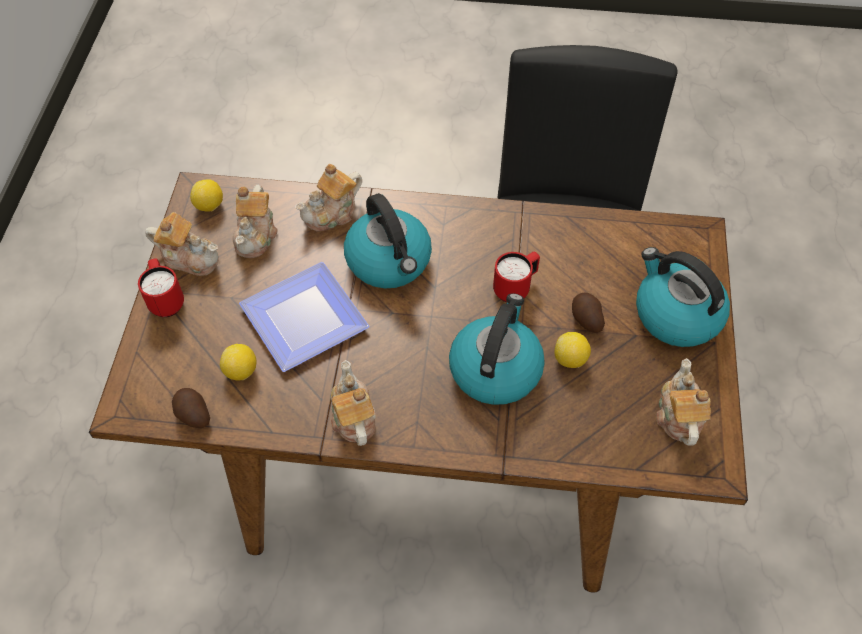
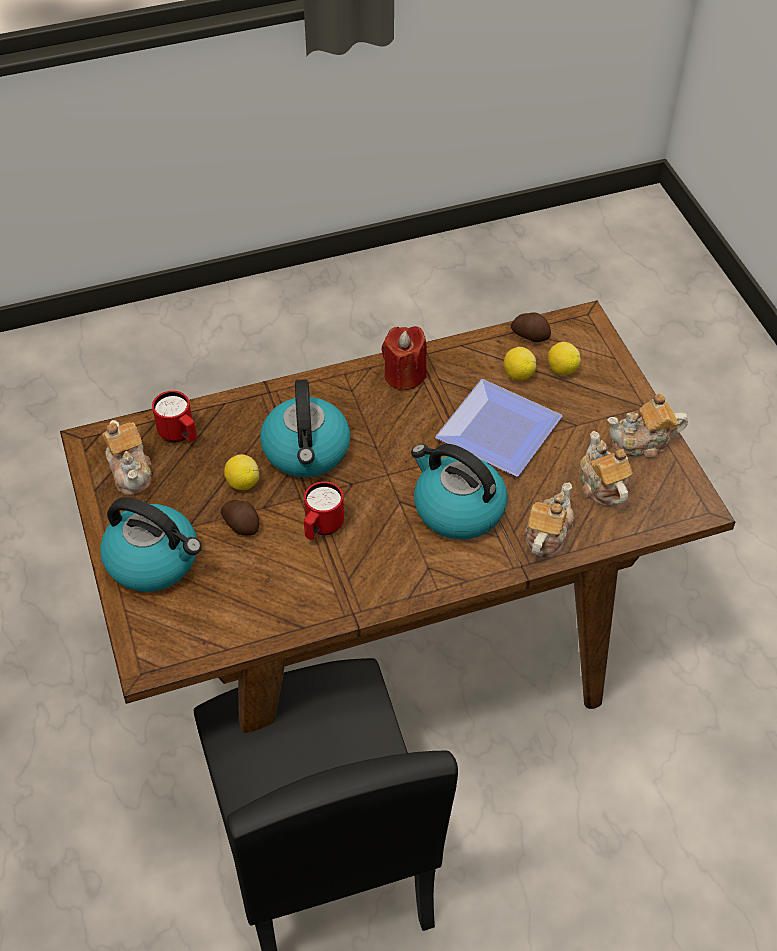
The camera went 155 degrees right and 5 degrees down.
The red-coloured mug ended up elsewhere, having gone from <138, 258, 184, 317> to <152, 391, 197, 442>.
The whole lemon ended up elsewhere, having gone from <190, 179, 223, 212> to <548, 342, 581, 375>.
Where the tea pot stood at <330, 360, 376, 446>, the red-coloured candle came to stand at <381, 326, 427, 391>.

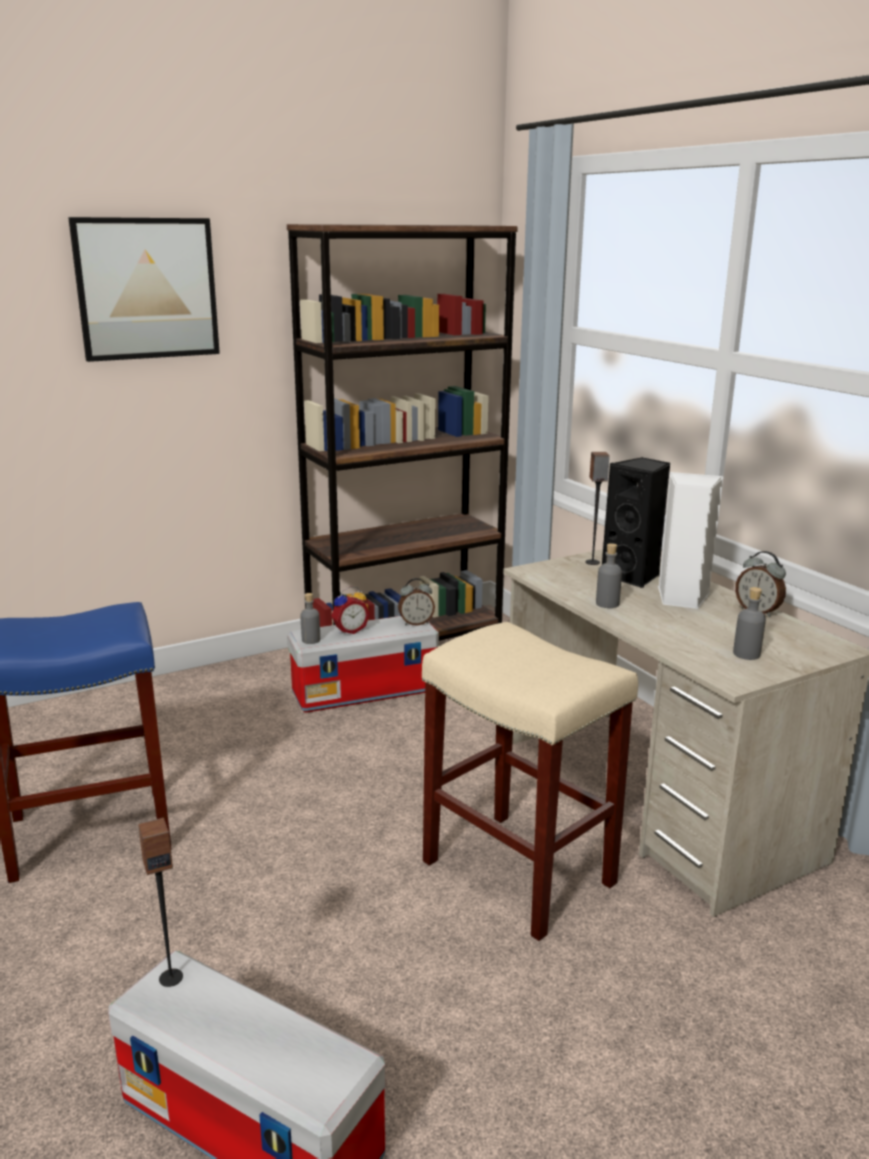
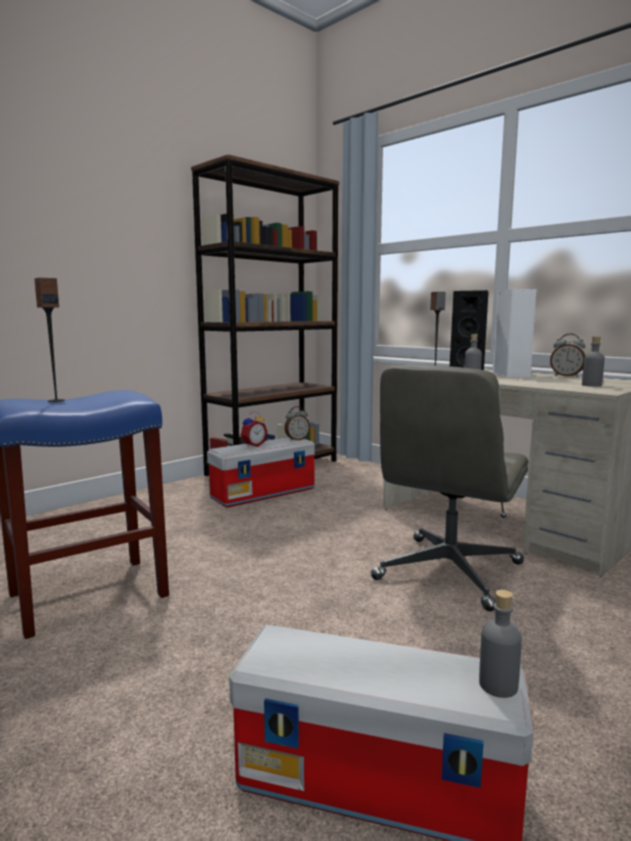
The camera went 15 degrees left and 10 degrees down.
The second view lost the wall picture at <68, 217, 220, 362>.
The audio speaker ended up elsewhere, having gone from <138, 818, 183, 987> to <34, 278, 65, 402>.
The greyish drink bottle ended up elsewhere, having gone from <300, 593, 320, 644> to <479, 590, 522, 698>.
Where the beige stool stood at <422, 622, 638, 941>, the greyish office chair came to stand at <371, 364, 528, 611>.

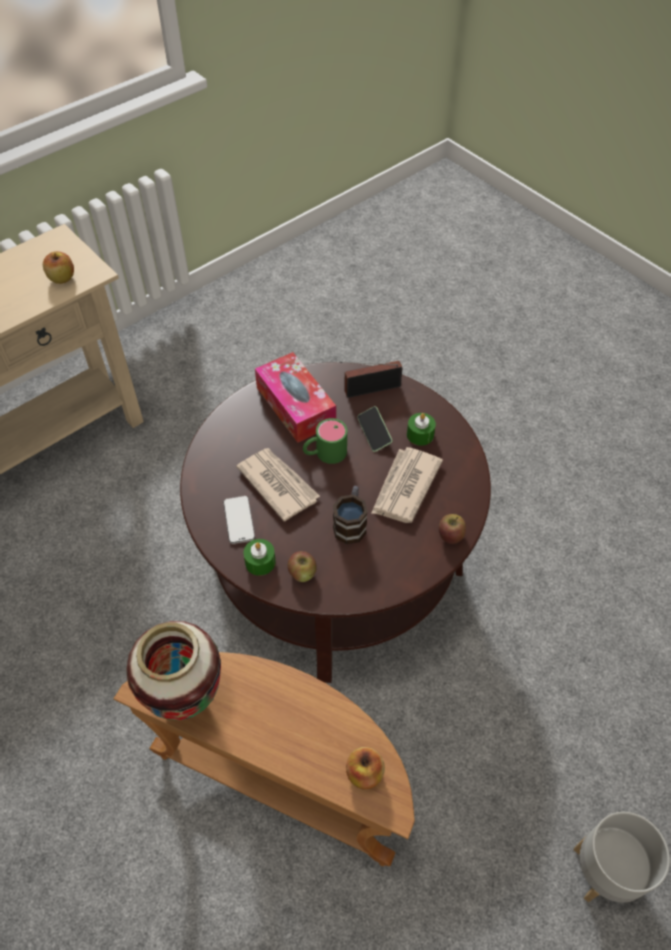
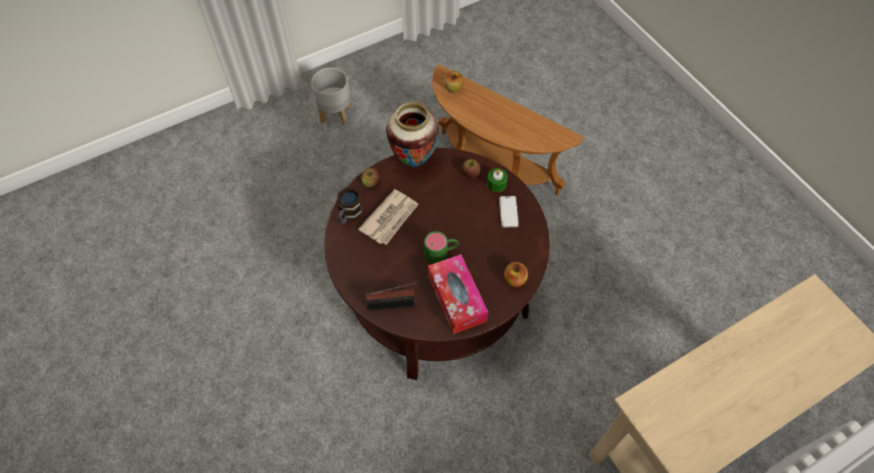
The camera went 170 degrees left and 5 degrees up.
The apple fruit ended up elsewhere, having gone from <43, 251, 74, 284> to <504, 262, 528, 287>.
The decorative vase ended up elsewhere, having gone from <126, 621, 221, 720> to <386, 102, 439, 167>.
The second view lost the printed paper at <236, 448, 320, 521>.
The mug ended up elsewhere, having gone from <333, 486, 368, 544> to <337, 188, 363, 225>.
The second view lost the telephone at <357, 406, 392, 452>.
The second view lost the green candle at <407, 413, 436, 446>.

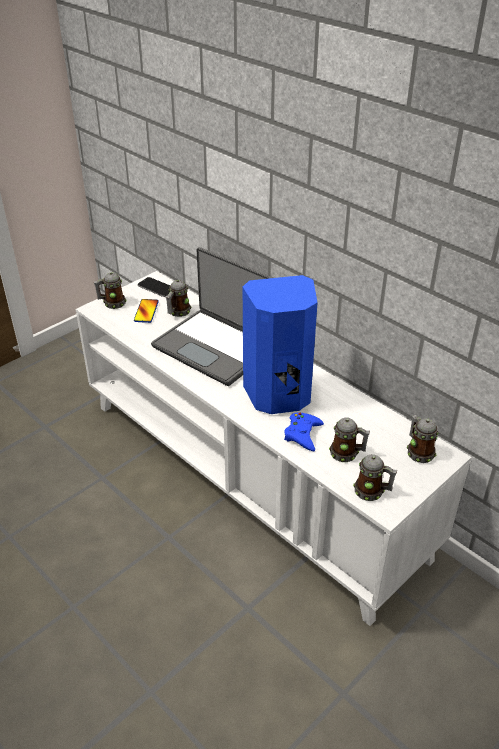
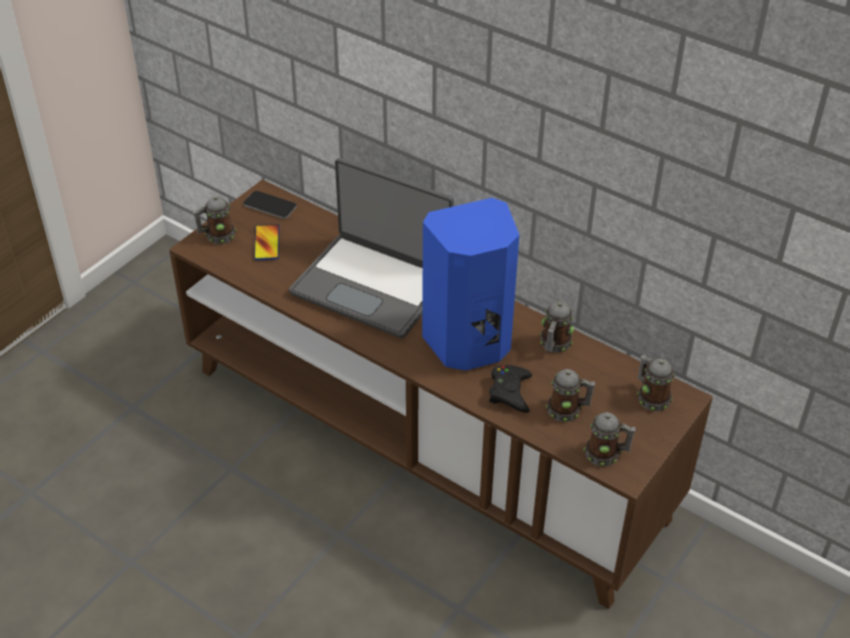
The camera went 10 degrees left and 5 degrees up.
What was the white tv unit at <75, 271, 472, 626> turned into the brown-coloured tv unit at <169, 179, 713, 609>.
The mug ended up elsewhere, having gone from <166, 280, 192, 317> to <540, 301, 574, 353>.
What was the blue-coloured gamepad at <284, 413, 324, 451> turned into the black-coloured gamepad at <489, 365, 532, 413>.

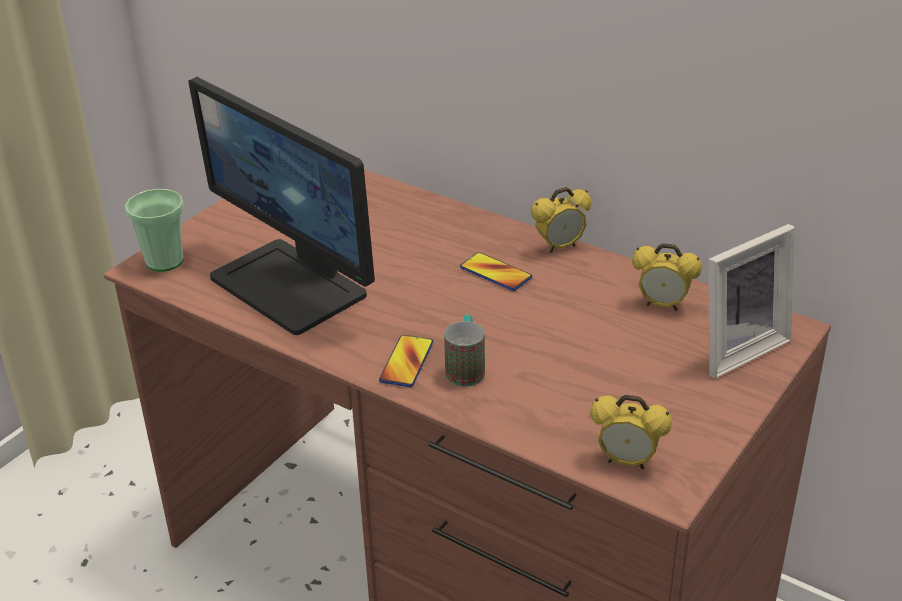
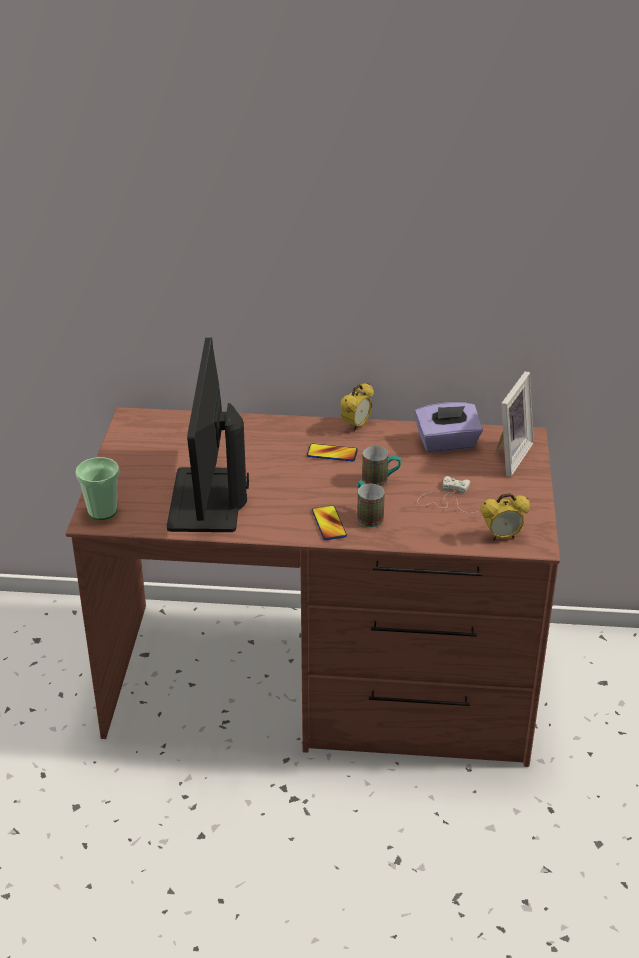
The camera went 30 degrees left and 0 degrees up.
The computer screen at <188, 77, 375, 335> ended up facing another way, 75 degrees clockwise from before.
Where the table clock stood at <632, 243, 702, 311>, the purple-coloured tissue holder came to stand at <415, 402, 483, 453>.
The second view gained the mug at <362, 446, 401, 487>.
The second view gained the white gamepad at <417, 476, 479, 513>.

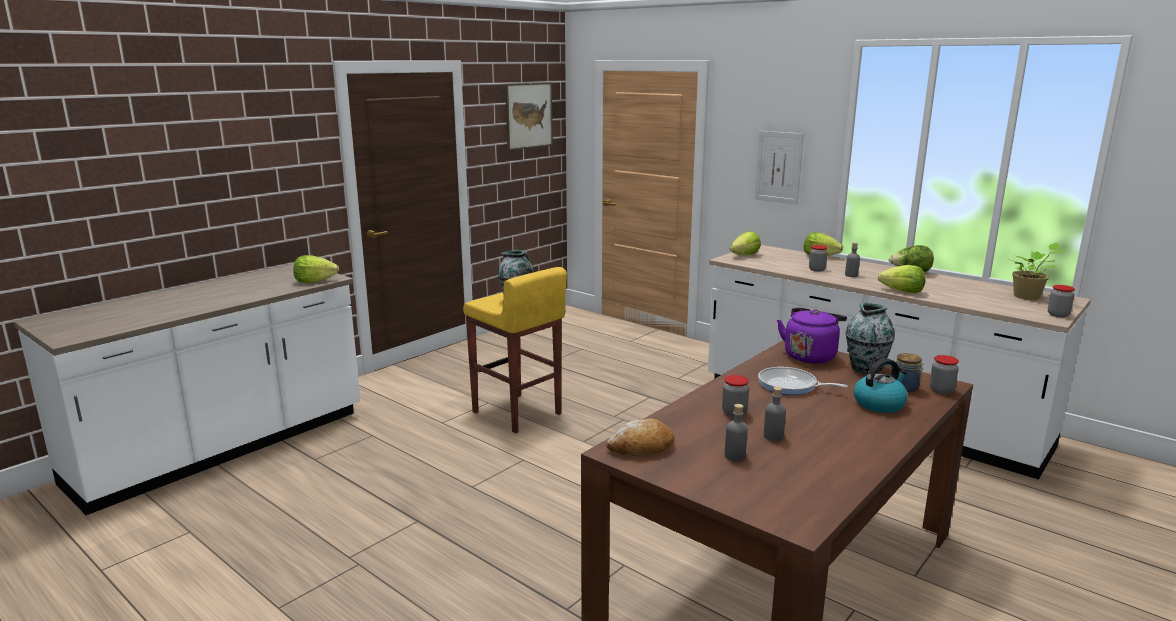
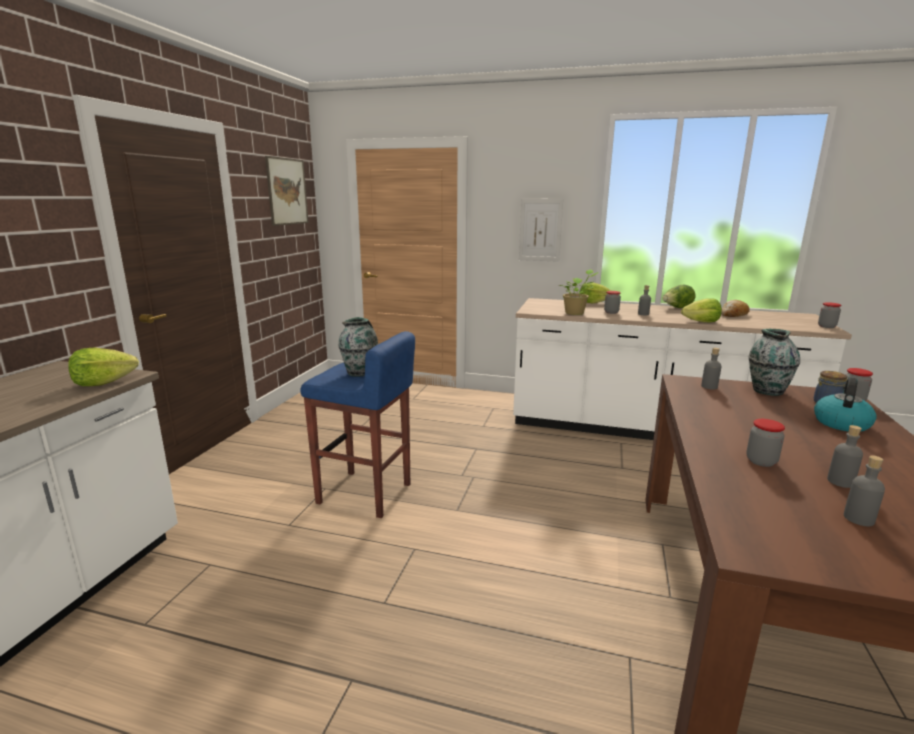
The camera went 25 degrees left and 0 degrees up.
What was the yellowish stool at <463, 267, 567, 433> turned into the blue-coloured stool at <300, 331, 415, 518>.
The bread ended up elsewhere, having gone from <606, 419, 675, 456> to <721, 300, 749, 317>.
The second view lost the lettuce head at <730, 231, 761, 255>.
The second view lost the pan at <758, 367, 848, 395>.
Where the purple-coloured kettle stood at <777, 308, 847, 364>, the greyish drink bottle came to stand at <701, 348, 722, 390>.
The houseplant ended up elsewhere, having gone from <1007, 243, 1065, 300> to <559, 269, 599, 315>.

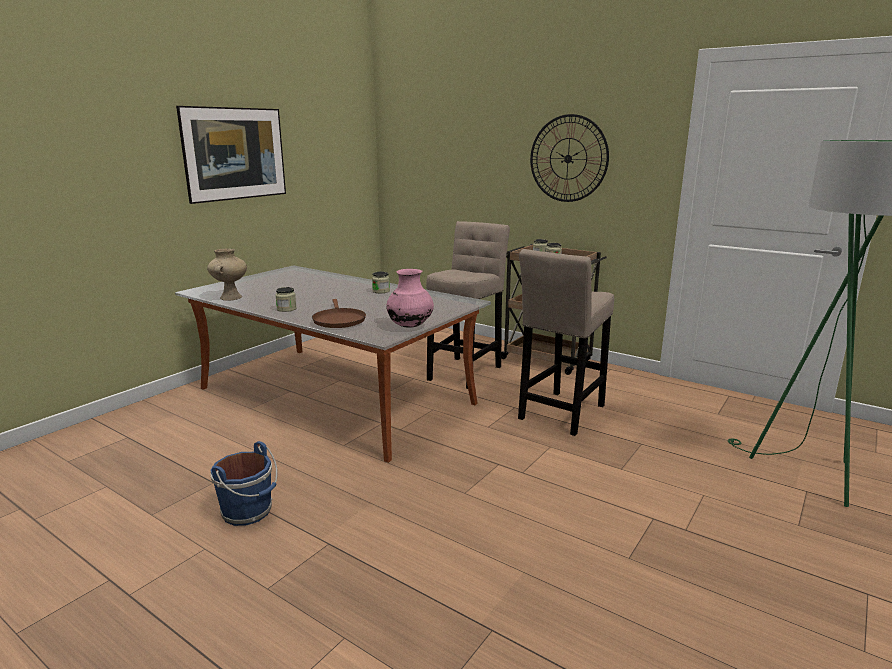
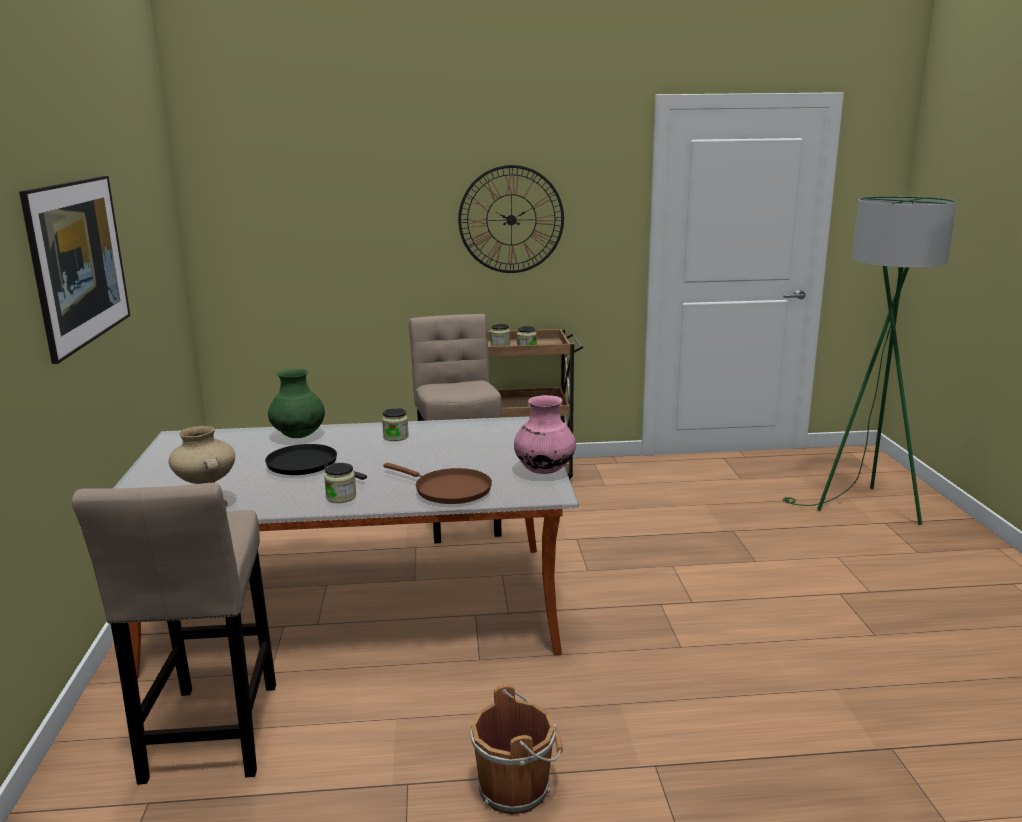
The camera went 40 degrees left and 0 degrees up.
What was the blue-coloured pail at <210, 441, 277, 526> turned into the brown-coloured pail at <470, 684, 563, 815>.
The beige stool ended up elsewhere, having gone from <518, 249, 614, 436> to <72, 483, 276, 785>.
The second view gained the black-coloured pan at <265, 444, 367, 480>.
The second view gained the green decorative vase at <268, 369, 325, 438>.

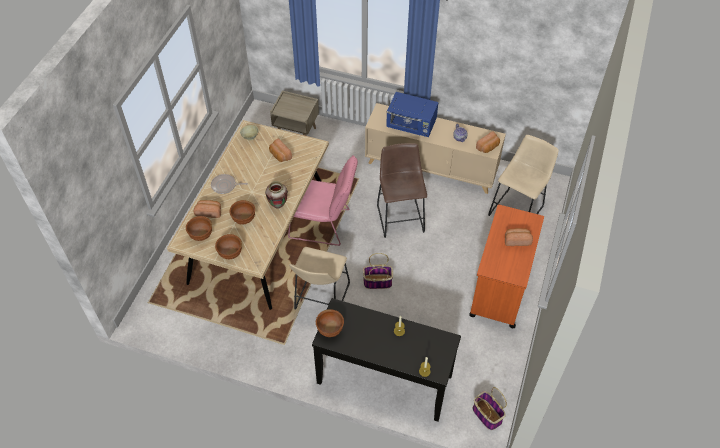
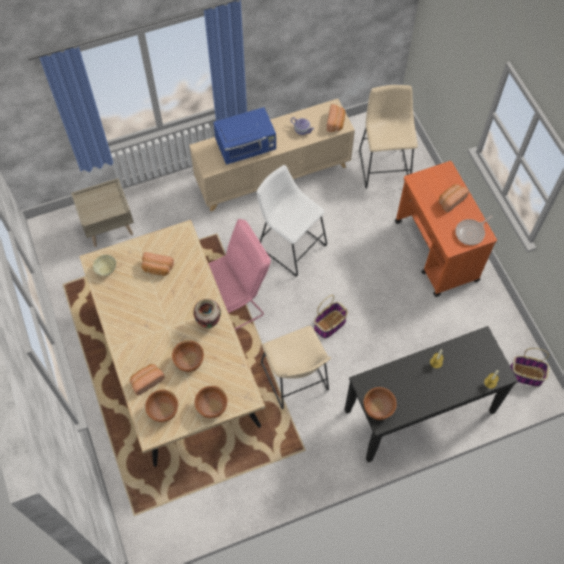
The camera went 40 degrees left and 10 degrees up.
The pan ended up elsewhere, having gone from <211, 174, 248, 194> to <455, 215, 493, 245>.
What was the brown-coloured stool at <377, 143, 427, 238> turned into the white stool at <257, 165, 327, 277>.

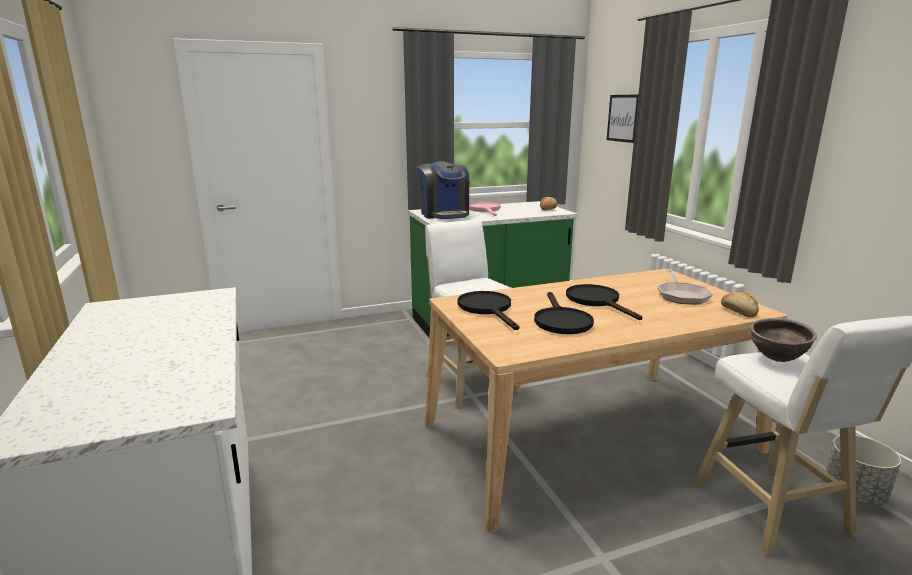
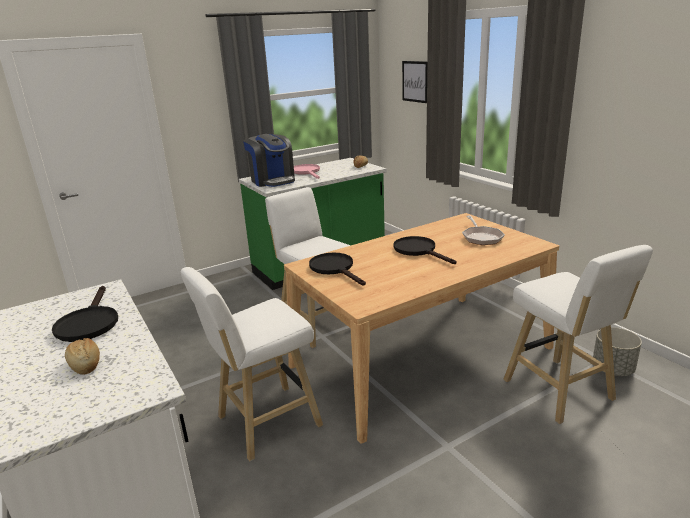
The camera went 10 degrees left and 5 degrees up.
The black-coloured pan ended up elsewhere, having gone from <534, 292, 594, 334> to <52, 286, 118, 342>.
The bread ended up elsewhere, having gone from <721, 291, 759, 317> to <65, 338, 100, 375>.
The second view lost the brown-coloured serving bowl at <750, 318, 817, 362>.
The second view gained the white stool at <181, 267, 323, 461>.

